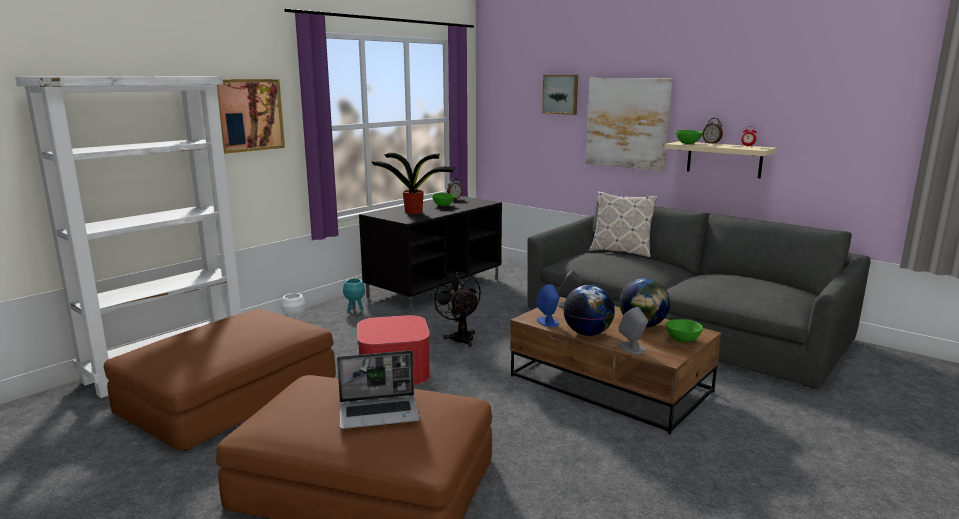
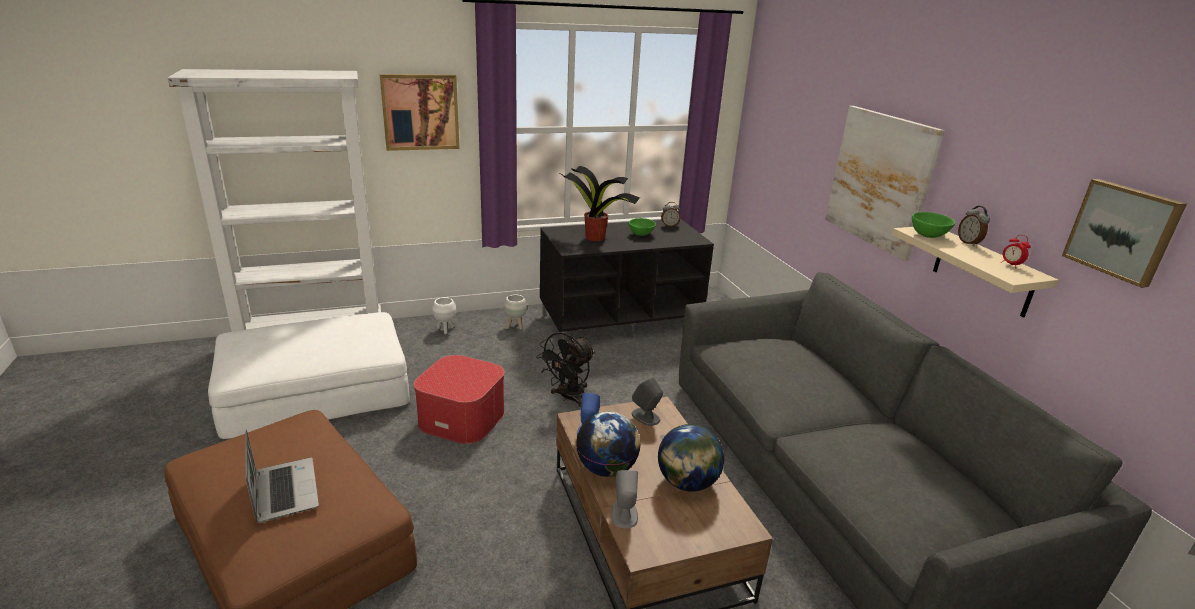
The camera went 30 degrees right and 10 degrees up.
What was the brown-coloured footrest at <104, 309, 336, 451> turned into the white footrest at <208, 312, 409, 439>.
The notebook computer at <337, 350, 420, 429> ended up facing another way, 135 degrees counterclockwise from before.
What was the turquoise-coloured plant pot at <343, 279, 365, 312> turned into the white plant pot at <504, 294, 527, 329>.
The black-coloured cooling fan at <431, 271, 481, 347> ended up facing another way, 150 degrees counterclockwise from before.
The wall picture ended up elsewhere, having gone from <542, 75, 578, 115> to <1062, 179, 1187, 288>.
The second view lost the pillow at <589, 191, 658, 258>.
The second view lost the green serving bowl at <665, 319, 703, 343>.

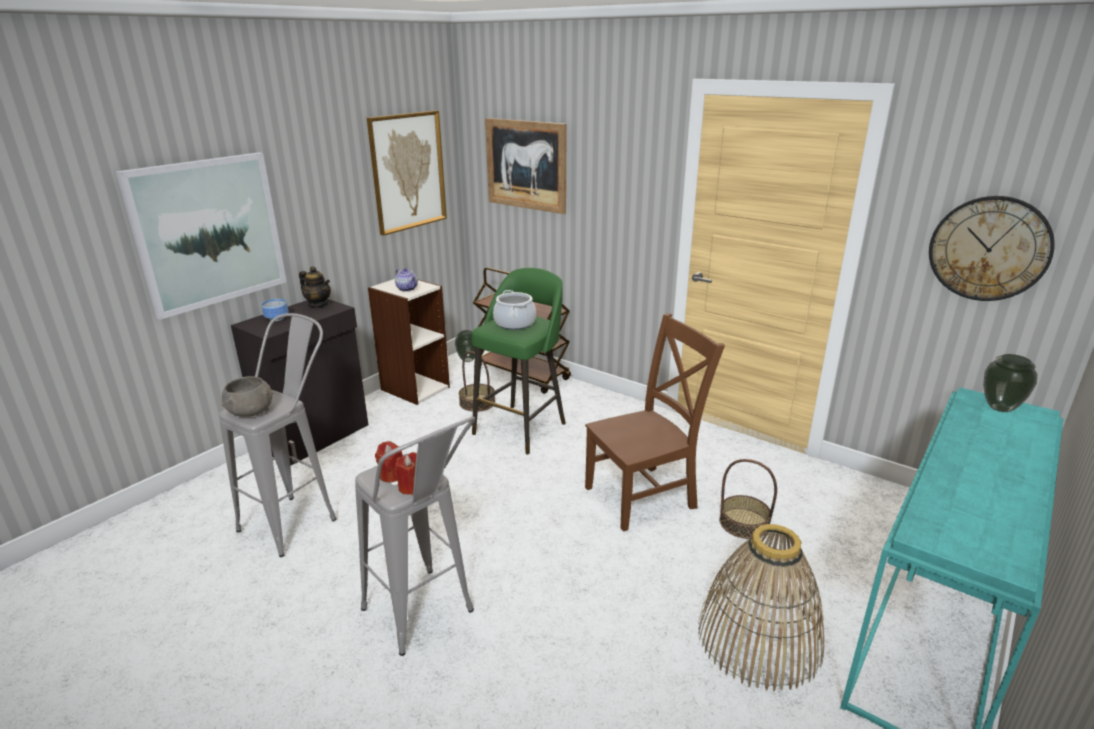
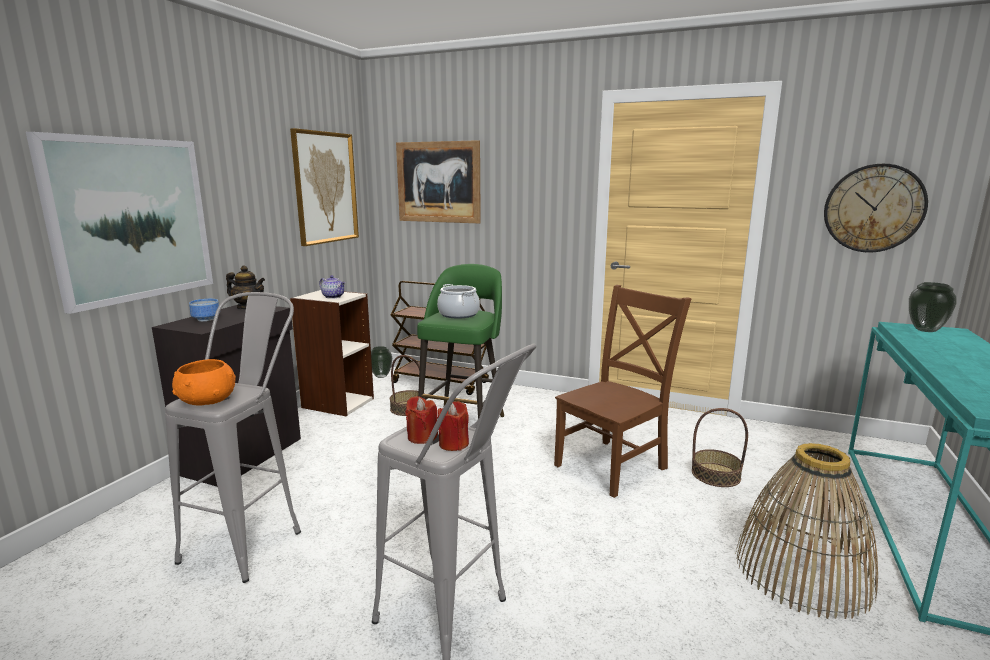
The camera went 15 degrees left and 10 degrees down.
What was the greyish serving bowl at <221, 376, 273, 416> turned into the orangey serving bowl at <172, 359, 235, 406>.

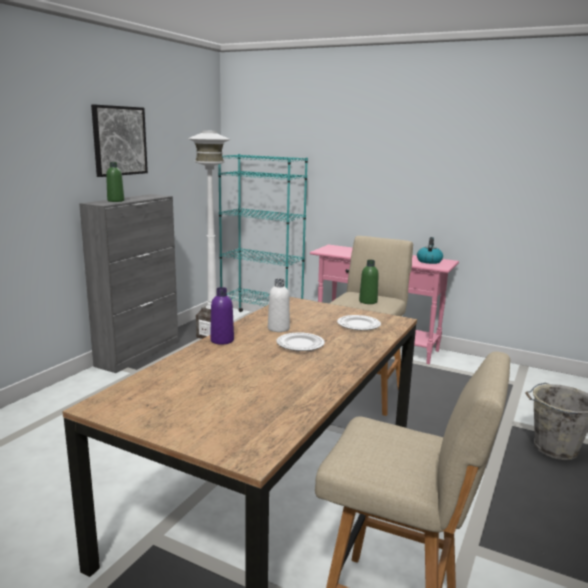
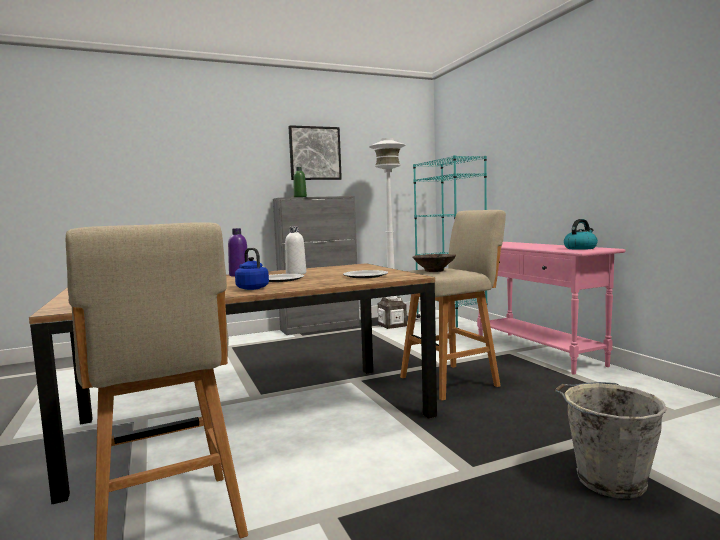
The camera went 40 degrees right and 10 degrees down.
Where the green drink bottle stood at <359, 260, 379, 304>, the brown-coloured serving bowl came to stand at <412, 254, 456, 272>.
The second view gained the blue-coloured kettle at <235, 248, 269, 290>.

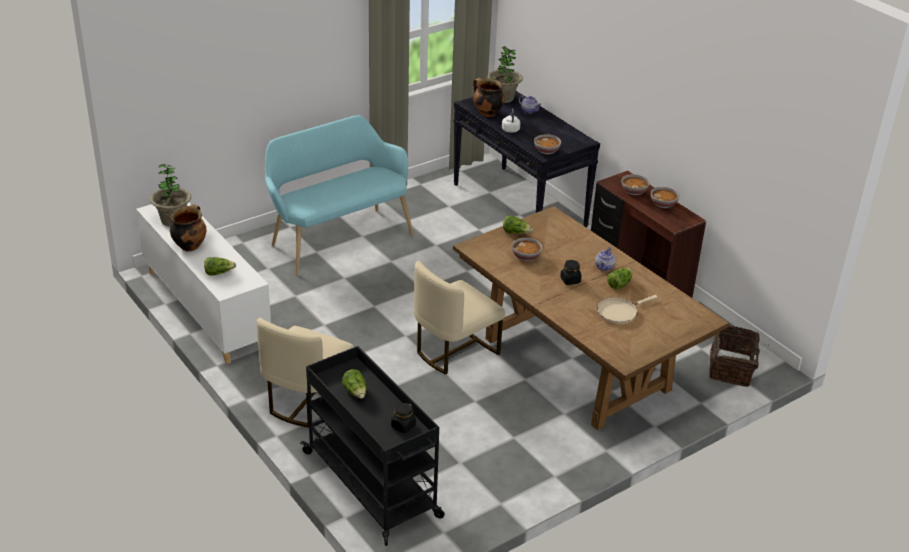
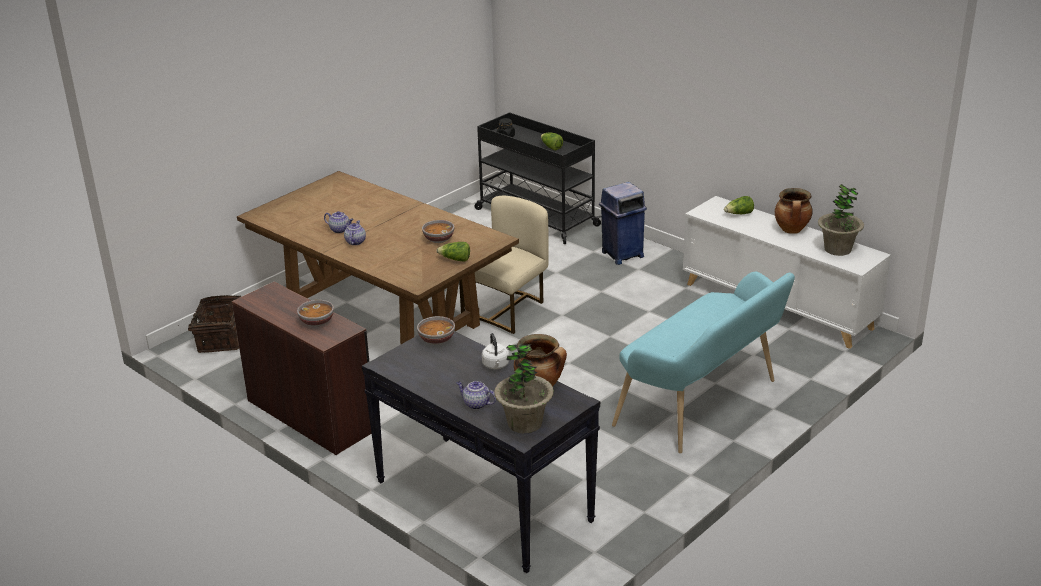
The camera went 170 degrees right and 5 degrees down.
Where the beige upright chair stood at <257, 318, 354, 428>, the blue-coloured rubbish bin came to stand at <599, 182, 647, 265>.
The second view lost the black-coloured preserve jar at <560, 260, 581, 285>.
The second view lost the beige pan at <597, 295, 658, 324>.
Where the lettuce head stood at <607, 268, 632, 290>, the tea pot came to stand at <324, 211, 354, 233>.
The second view lost the serving bowl at <651, 187, 679, 208>.

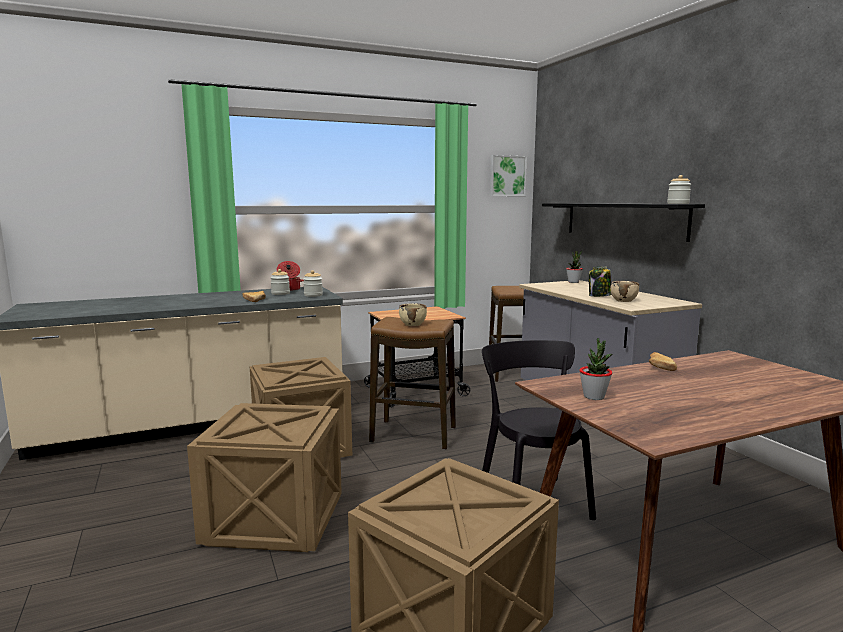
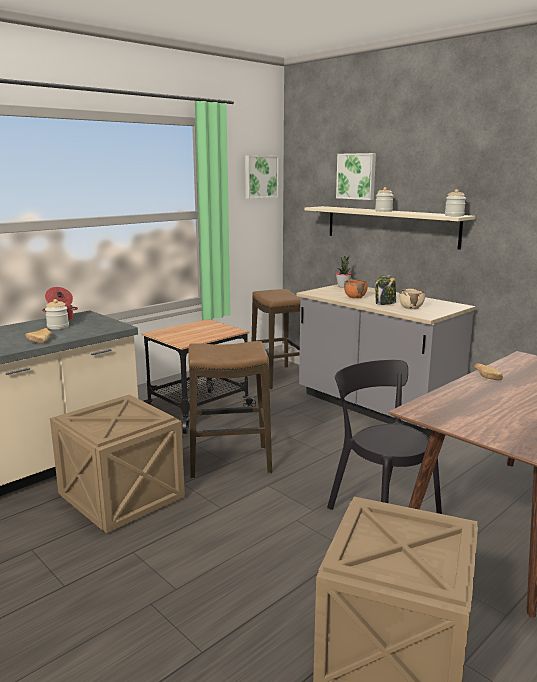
The camera went 20 degrees left and 5 degrees up.
The second view lost the packing crate at <187, 403, 342, 552>.
The preserve jar ended up elsewhere, having gone from <303, 270, 323, 297> to <375, 187, 394, 212>.
The second view lost the beige serving bowl at <399, 303, 427, 326>.
What was the black-coloured bracket shelf at <542, 203, 705, 242> turned into the beige bracket shelf at <304, 206, 476, 250>.
The second view lost the houseplant at <579, 338, 612, 400>.
The second view gained the wall picture at <336, 153, 376, 200>.
The second view gained the orangey serving bowl at <344, 279, 368, 299>.

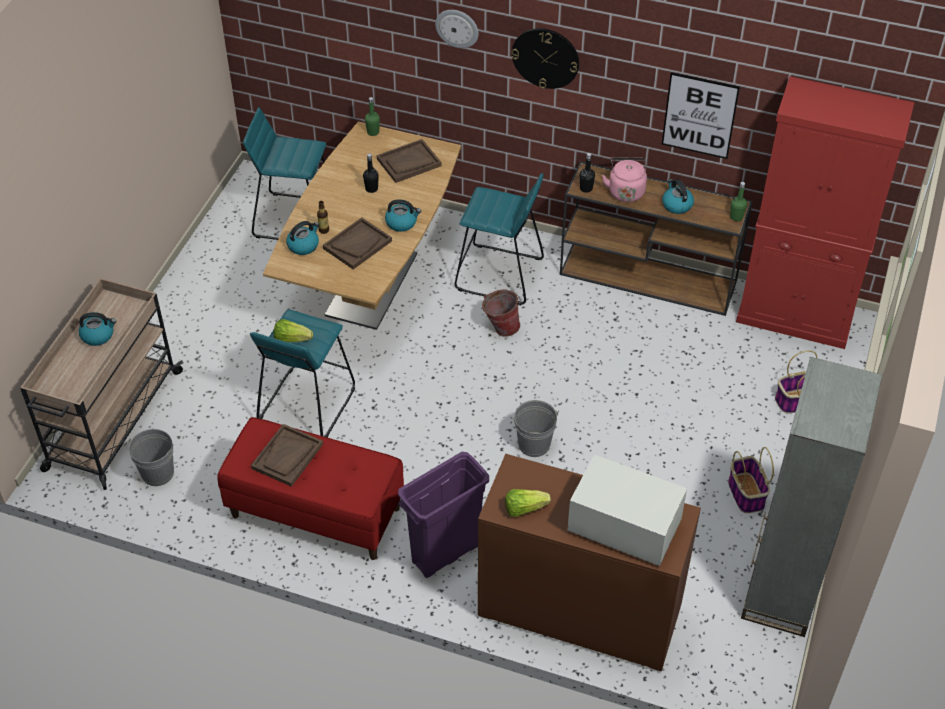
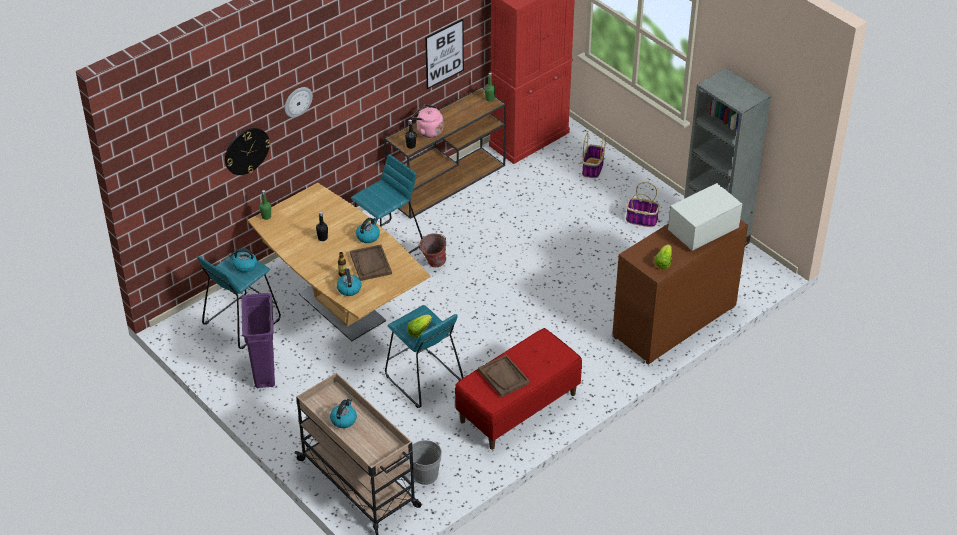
The camera went 60 degrees left and 5 degrees down.
The second view lost the brown-coloured carrying tray at <377, 139, 442, 183>.
The purple-coloured rubbish bin ended up elsewhere, having gone from <398, 452, 489, 578> to <241, 293, 275, 388>.
The second view lost the greyish pail at <511, 400, 559, 457>.
The hanging clock ended up elsewhere, having gone from <512, 28, 579, 89> to <225, 128, 270, 175>.
The kettle ended up elsewhere, having gone from <662, 179, 694, 214> to <229, 248, 257, 272>.

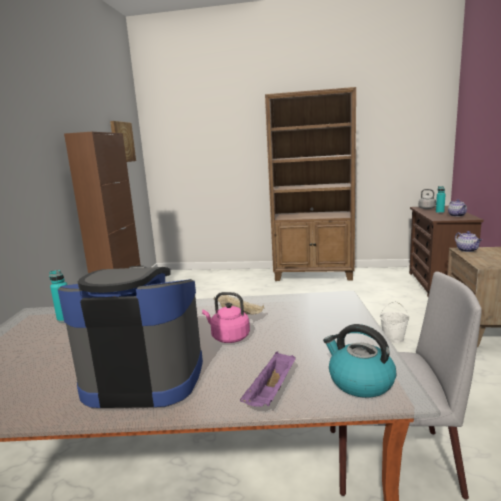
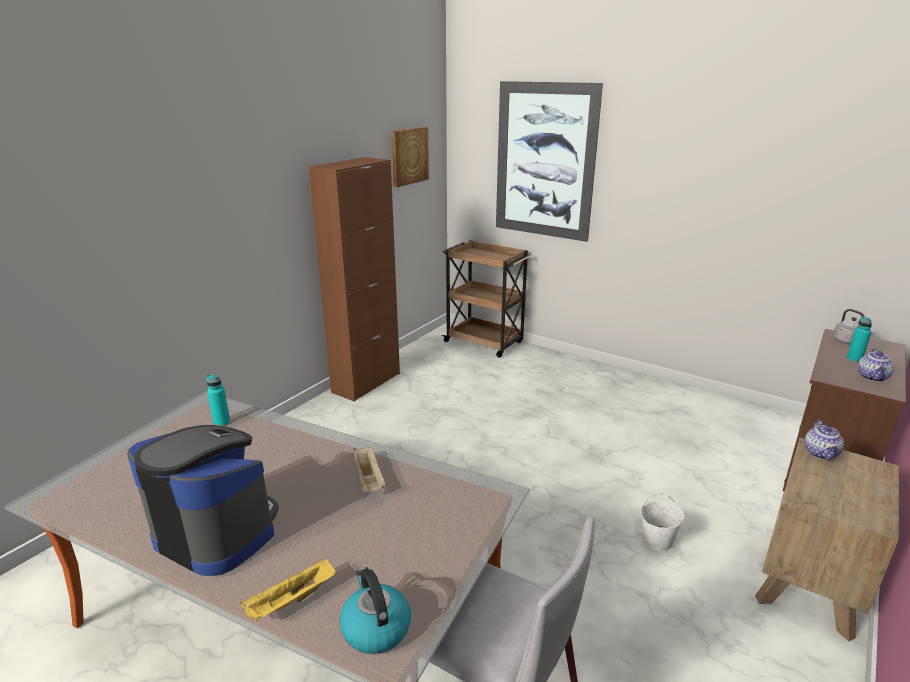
The camera went 25 degrees right and 10 degrees up.
The second view lost the pinkish kettle at <202, 292, 250, 343>.
What was the purple-coloured carrying tray at <240, 351, 296, 407> turned into the yellowish carrying tray at <241, 558, 335, 621>.
The second view lost the brown-coloured bookshelf at <265, 87, 356, 281>.
The second view gained the brown-coloured wheeled cart at <442, 240, 532, 357>.
The second view gained the wall picture at <496, 81, 603, 242>.

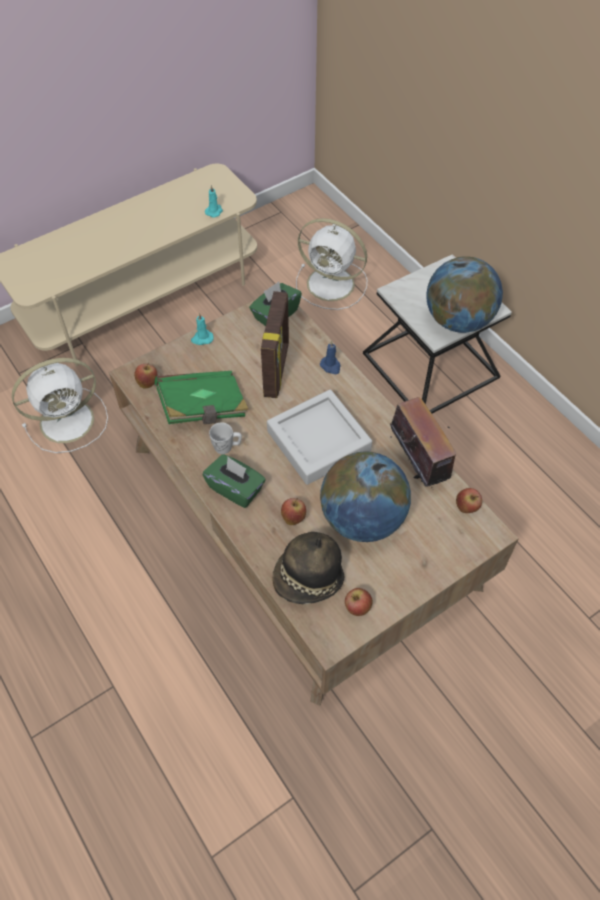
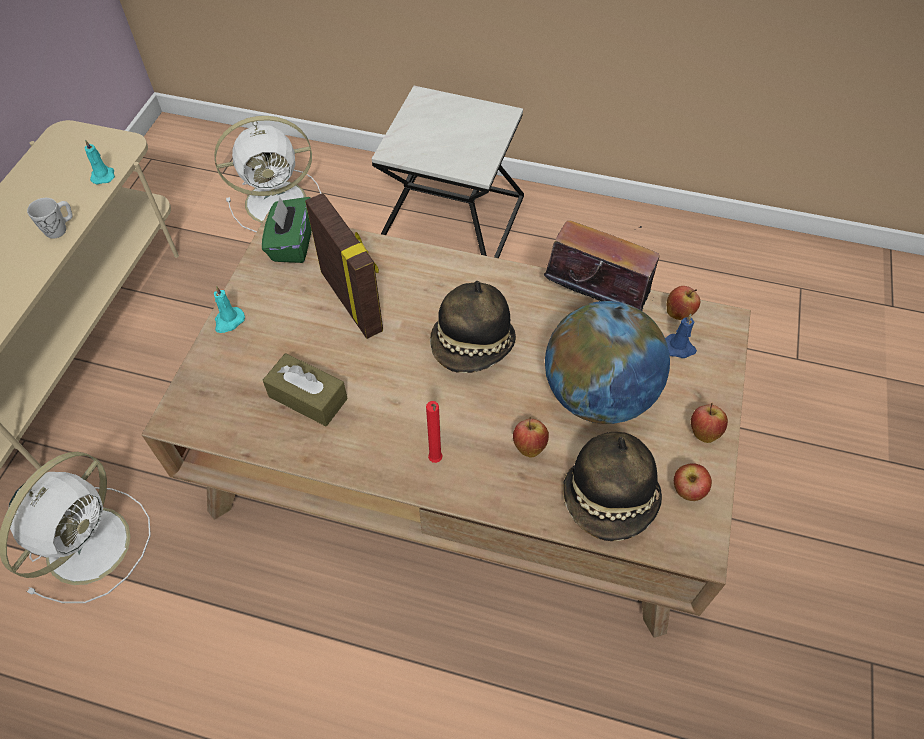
The camera went 40 degrees left and 0 degrees up.
The apple fruit ended up elsewhere, having gone from <134, 362, 157, 388> to <691, 403, 728, 443>.
Where the green book stood at <155, 371, 249, 424>, the brown-coloured tissue holder came to stand at <263, 353, 348, 426>.
Where the green tissue holder stood at <203, 454, 266, 508>, the red-coloured candle came to stand at <426, 401, 443, 463>.
The white mug ended up elsewhere, having gone from <209, 422, 242, 454> to <27, 198, 73, 238>.
Where the greyish carrying tray stood at <267, 389, 372, 485>, the wearable hat came to stand at <430, 281, 516, 373>.
The blue-coloured candle ended up elsewhere, having gone from <320, 341, 341, 374> to <665, 314, 697, 358>.
The second view lost the desk globe at <426, 256, 503, 333>.

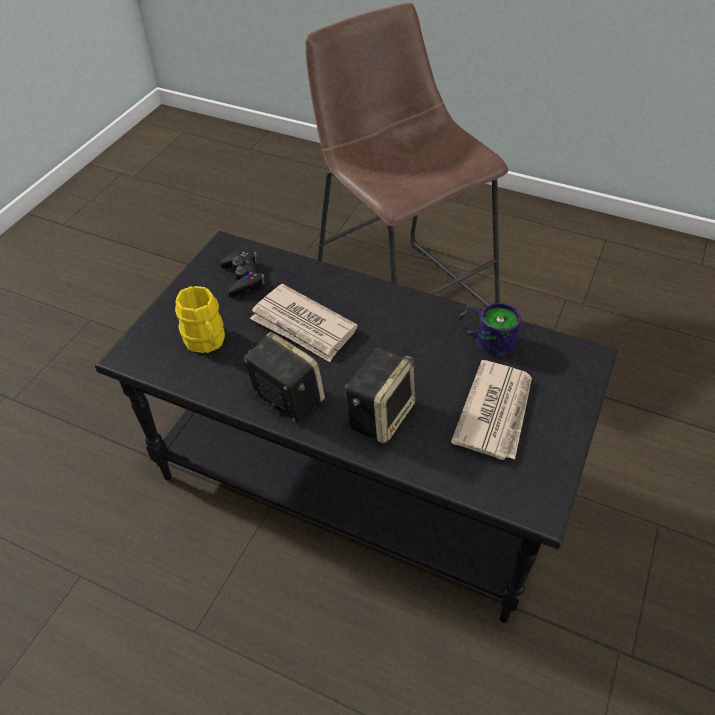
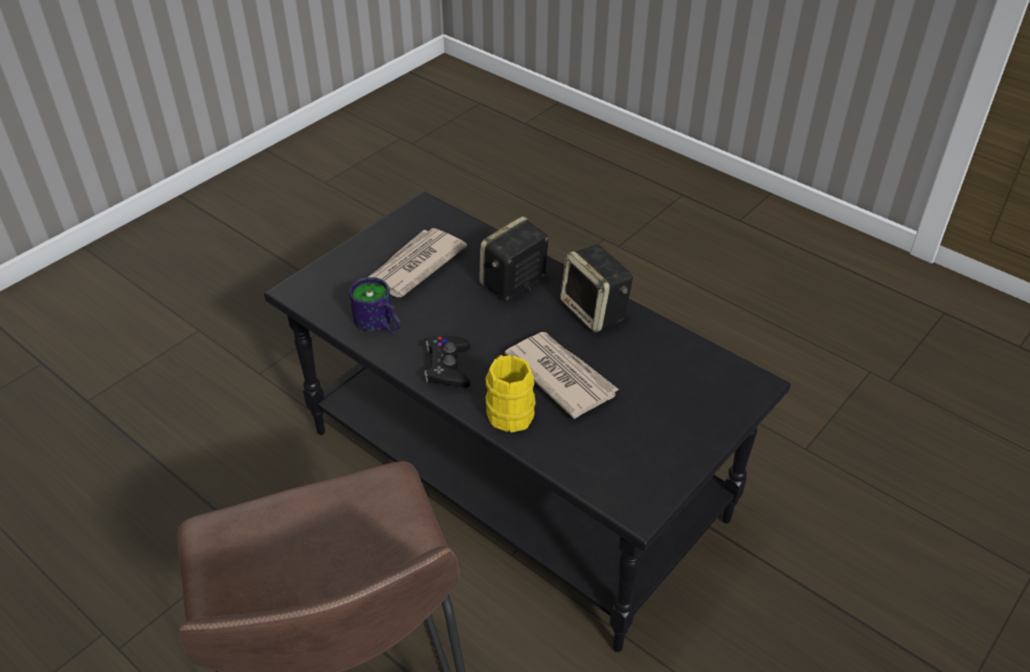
The camera went 165 degrees left and 5 degrees down.
The yellowish mug ended up elsewhere, having gone from <175, 286, 225, 353> to <485, 355, 536, 433>.
The black-coloured gamepad ended up elsewhere, having gone from <220, 250, 265, 297> to <424, 336, 470, 388>.

